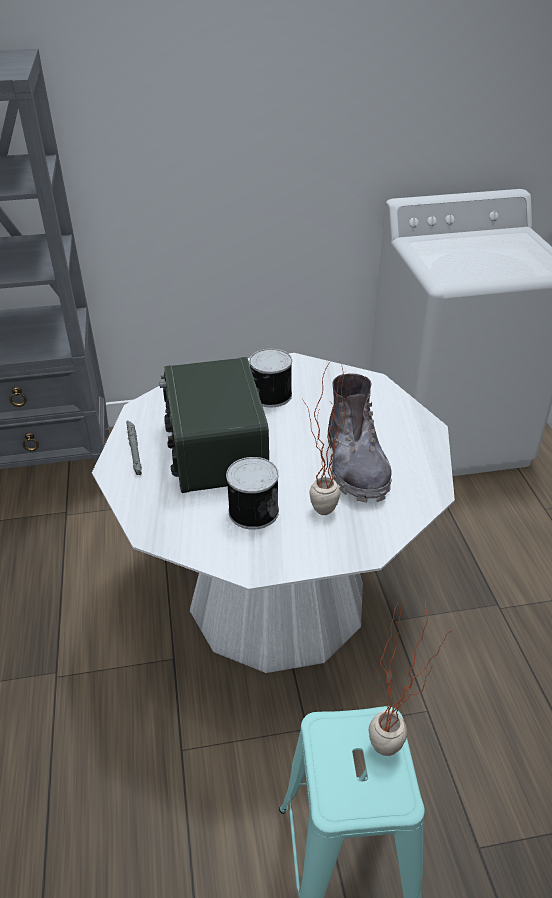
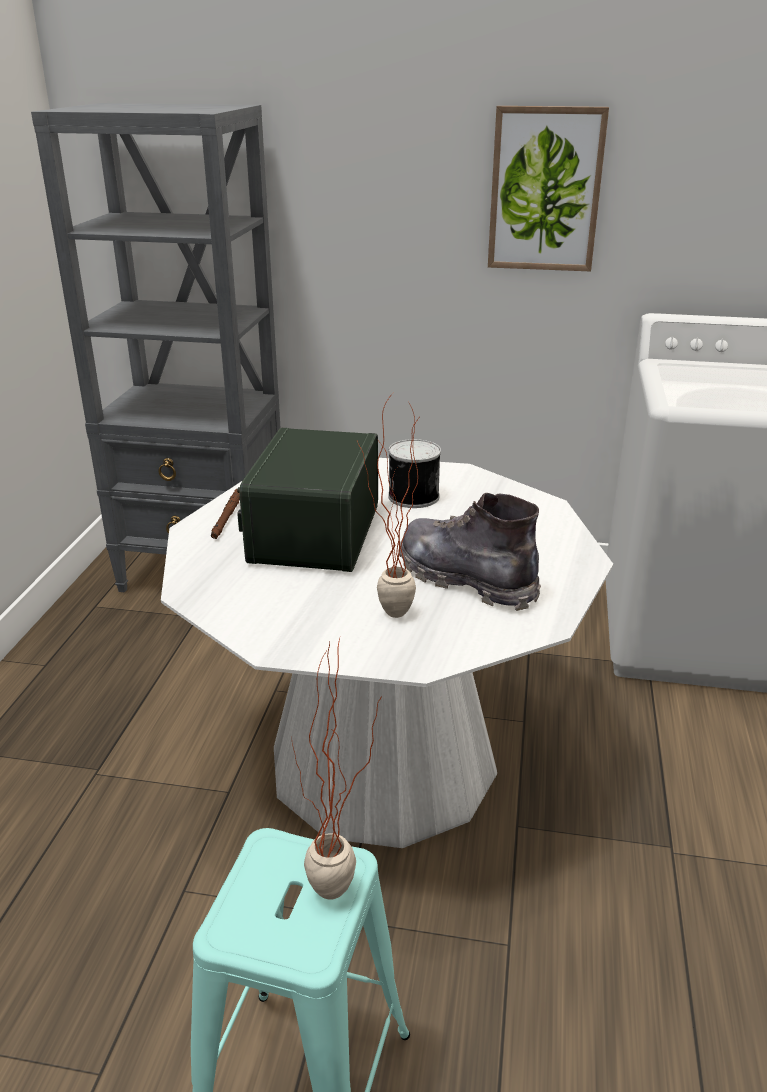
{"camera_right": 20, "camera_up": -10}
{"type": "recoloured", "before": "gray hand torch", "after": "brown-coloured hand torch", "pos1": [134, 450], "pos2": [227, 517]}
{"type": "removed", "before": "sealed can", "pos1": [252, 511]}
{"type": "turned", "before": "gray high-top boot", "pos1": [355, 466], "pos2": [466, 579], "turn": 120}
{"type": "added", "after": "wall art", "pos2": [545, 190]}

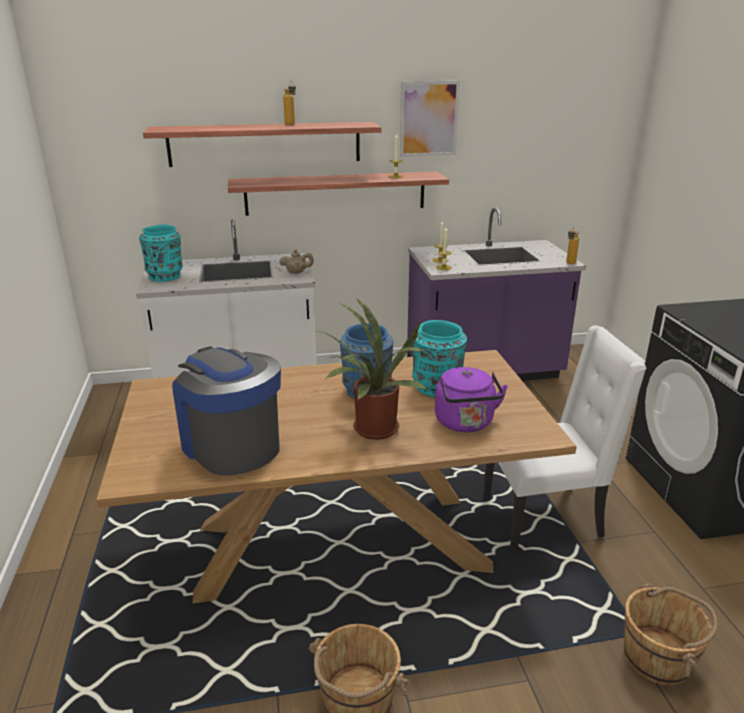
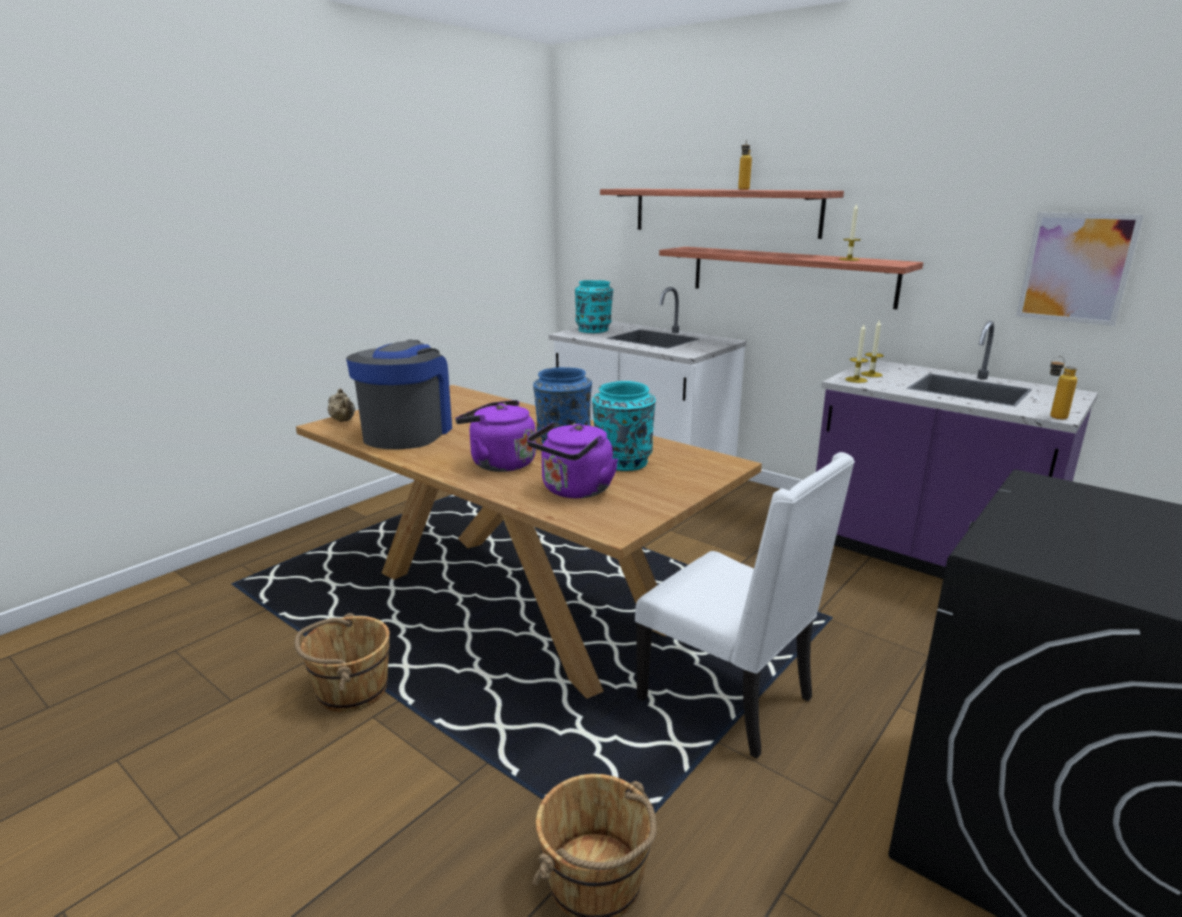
{"camera_right": 50, "camera_up": -5}
{"type": "moved", "before": "sand-coloured pot for tea", "pos1": [297, 272], "pos2": [343, 421]}
{"type": "replaced", "before": "houseplant", "after": "purplish water kettle", "pos1": [372, 431], "pos2": [499, 463]}
{"type": "moved", "before": "wall art", "pos1": [429, 119], "pos2": [1076, 268]}

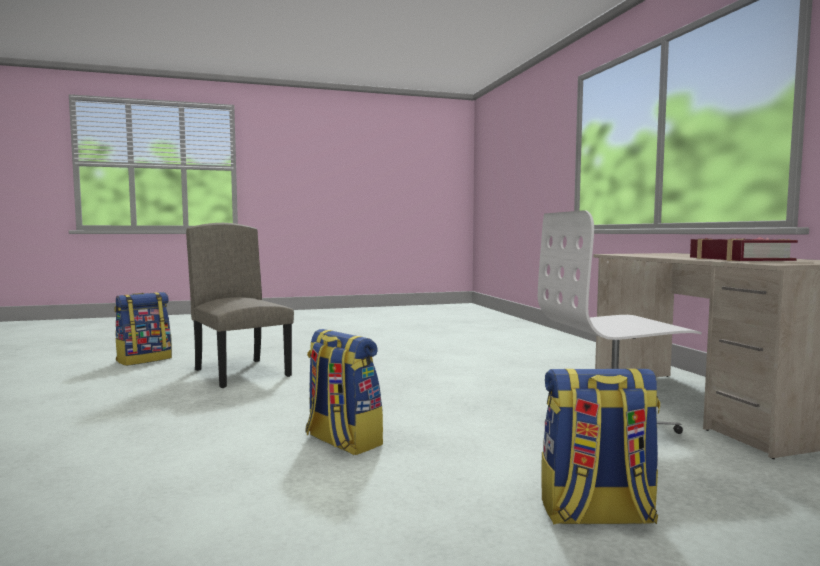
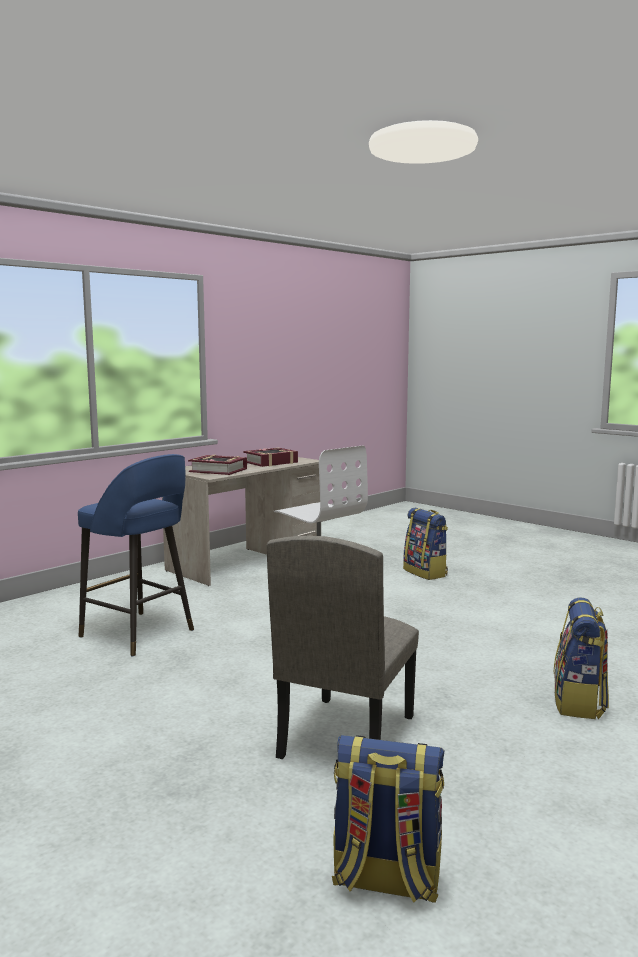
{"camera_right": -120, "camera_up": 5}
{"type": "moved", "before": "knapsack", "pos1": [342, 441], "pos2": [579, 702]}
{"type": "added", "after": "blue stool", "pos2": [139, 634]}
{"type": "added", "after": "volume", "pos2": [218, 470]}

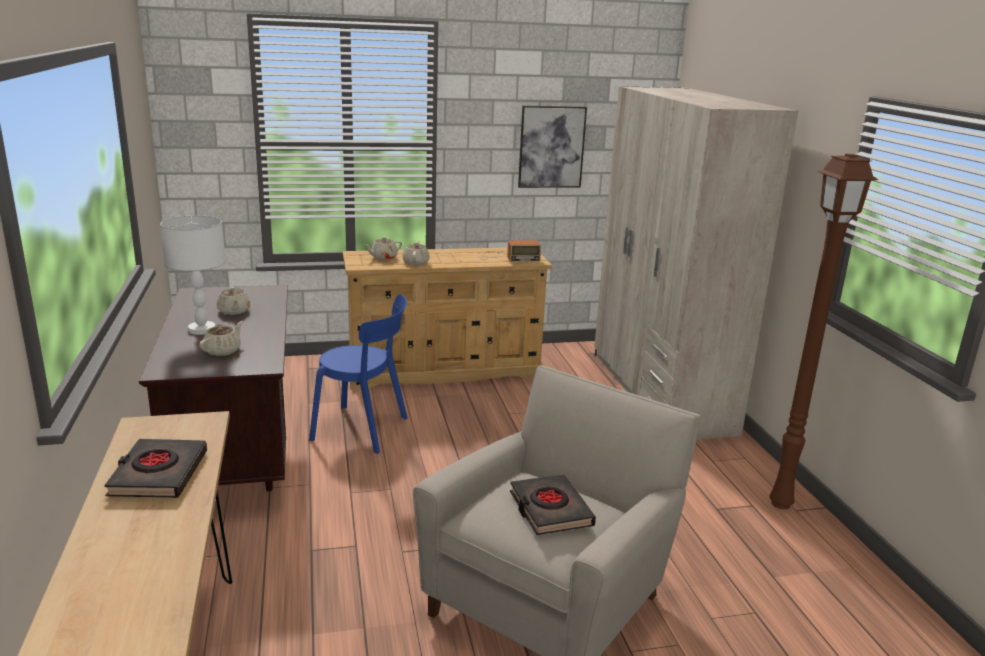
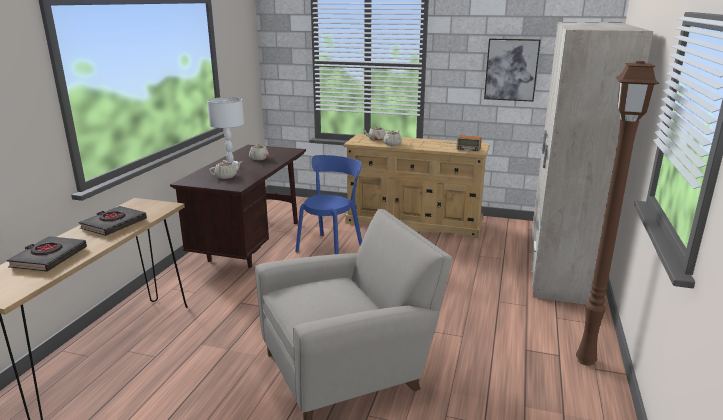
{"camera_right": 30, "camera_up": 0}
{"type": "turned", "before": "blue chair", "pos1": [364, 430], "pos2": [331, 247], "turn": -105}
{"type": "moved", "before": "black volume", "pos1": [550, 509], "pos2": [49, 258]}

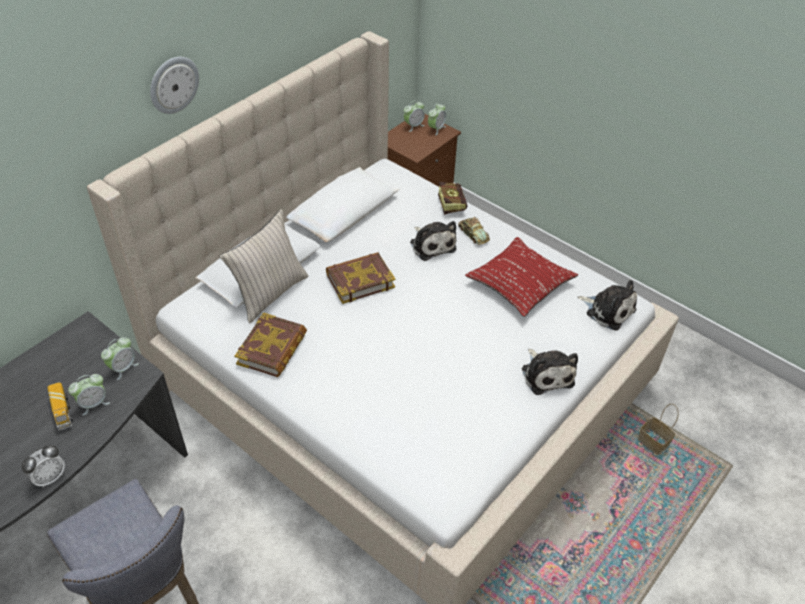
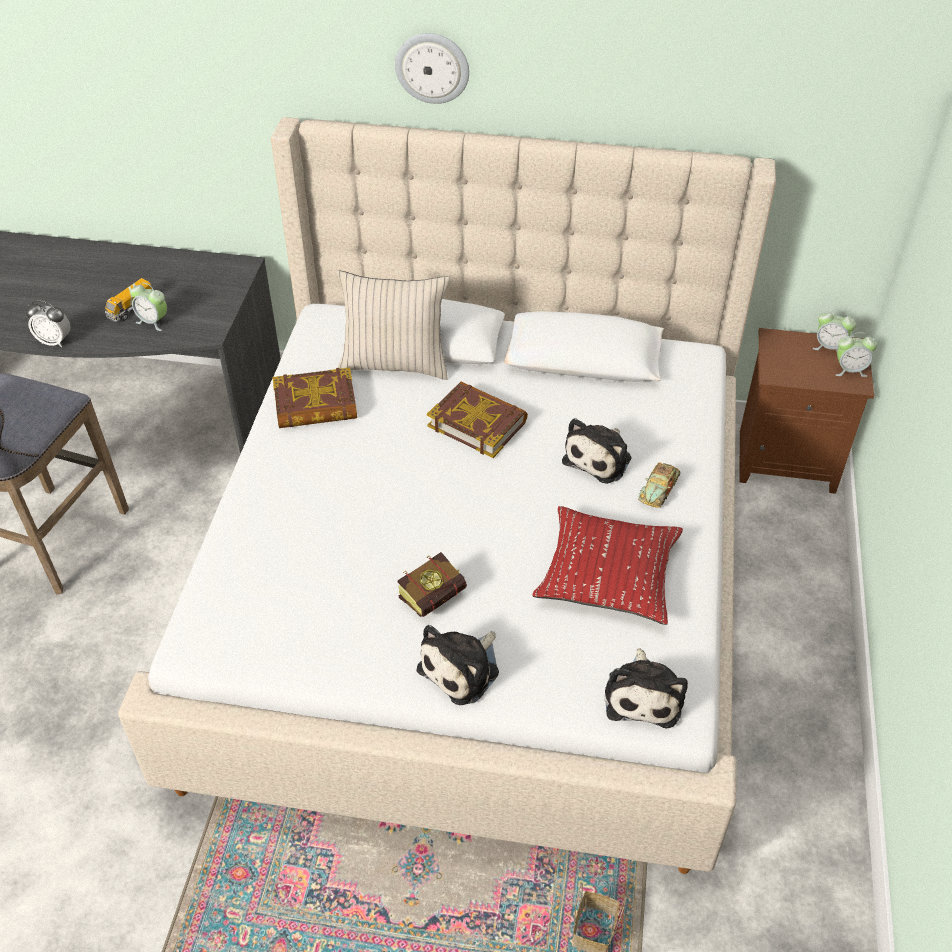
{"camera_right": 60, "camera_up": 0}
{"type": "removed", "before": "bedside clock", "pos1": [123, 368]}
{"type": "moved", "before": "volume", "pos1": [450, 203], "pos2": [438, 594]}

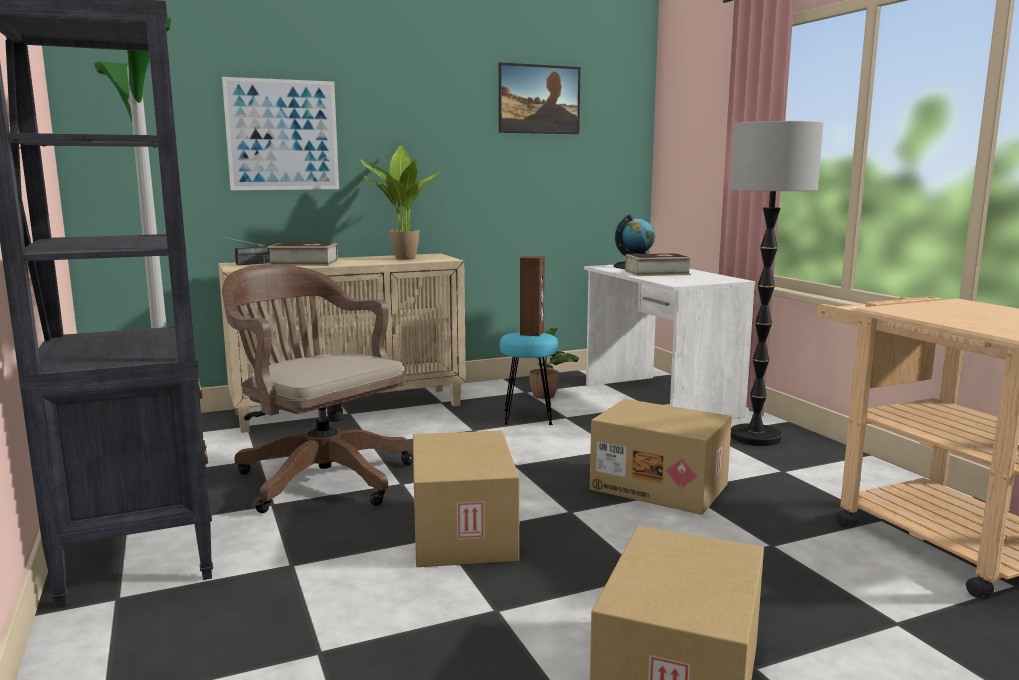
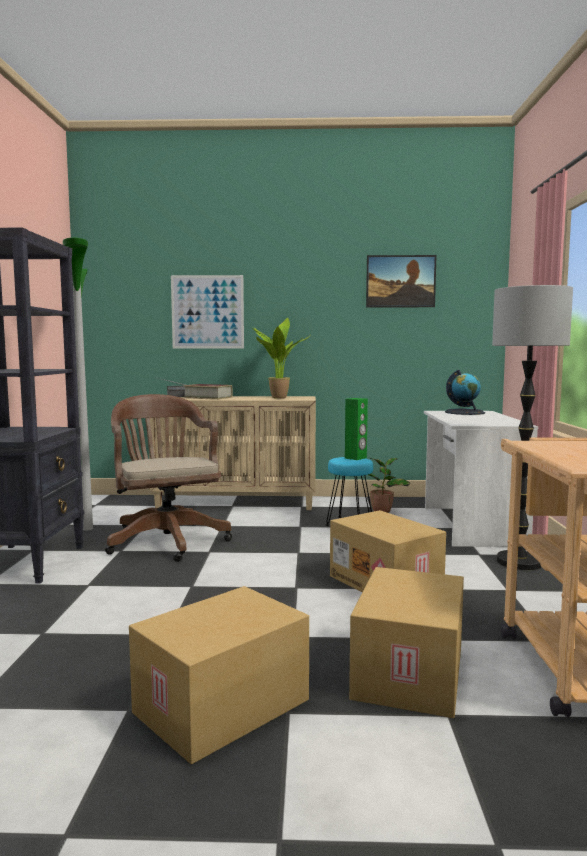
{"camera_right": 25, "camera_up": -5}
{"type": "moved", "before": "cardboard box", "pos1": [465, 532], "pos2": [411, 673]}
{"type": "recoloured", "before": "brown-coloured loudspeaker", "after": "green loudspeaker", "pos1": [532, 333], "pos2": [356, 458]}
{"type": "removed", "before": "volume", "pos1": [657, 273]}

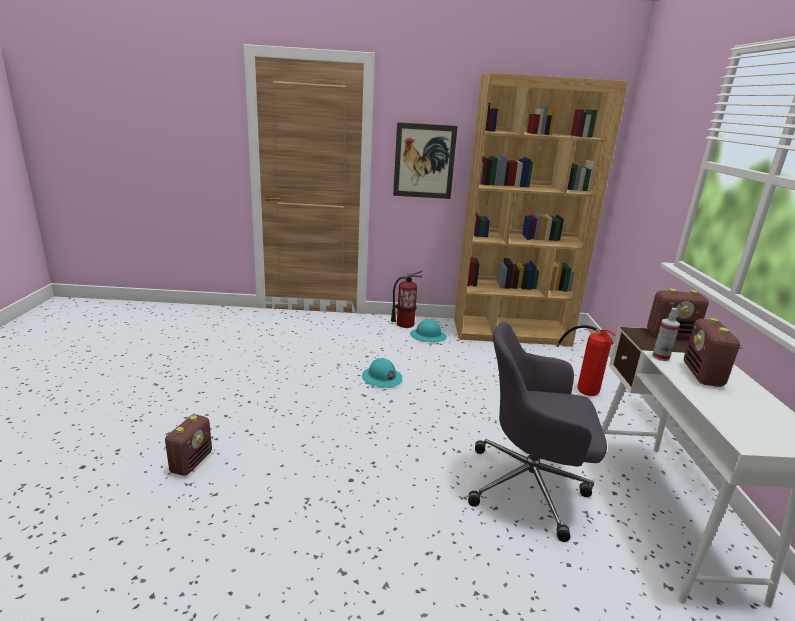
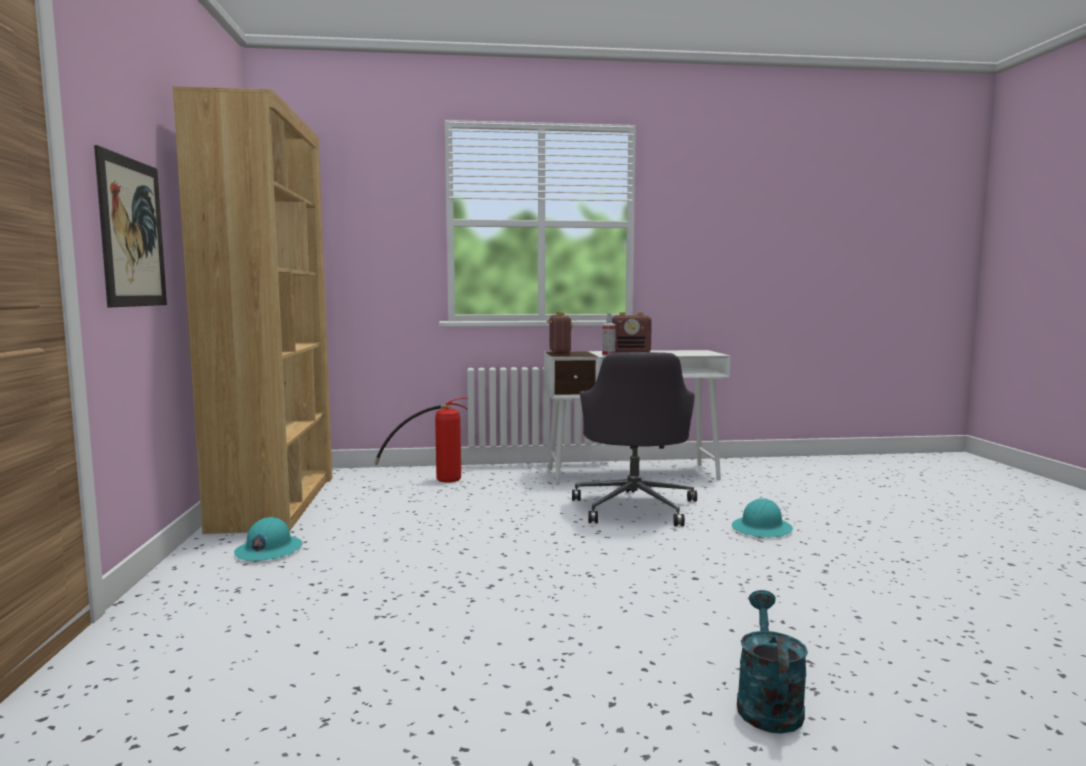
{"camera_right": -95, "camera_up": -15}
{"type": "replaced", "before": "radio receiver", "after": "turquoise-coloured watering pot", "pos1": [191, 462], "pos2": [767, 703]}
{"type": "moved", "before": "turquoise-coloured safety helmet", "pos1": [381, 378], "pos2": [762, 529]}
{"type": "removed", "before": "fire extinguisher", "pos1": [405, 324]}

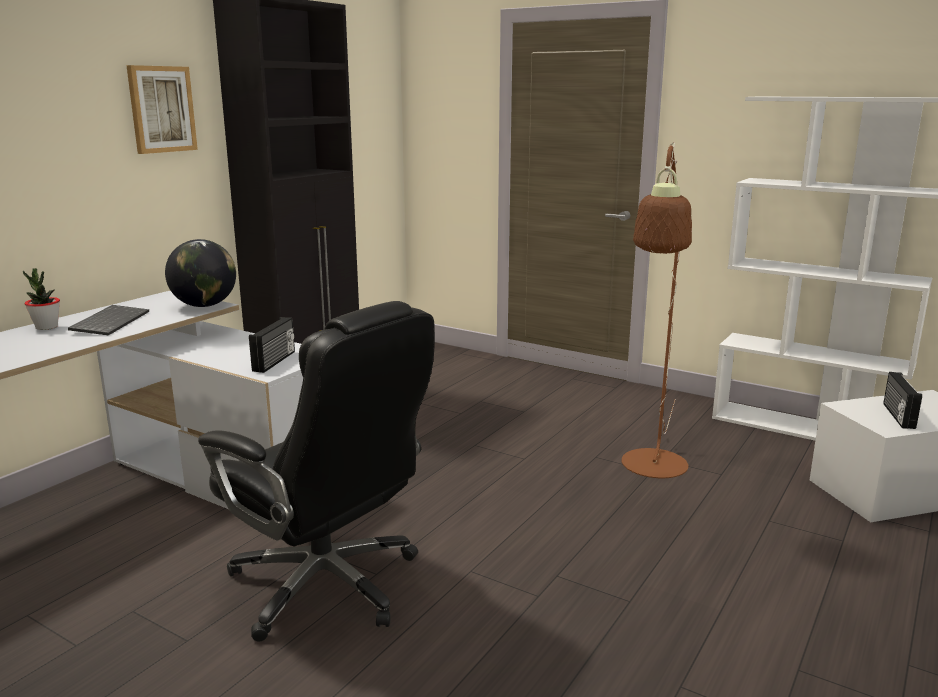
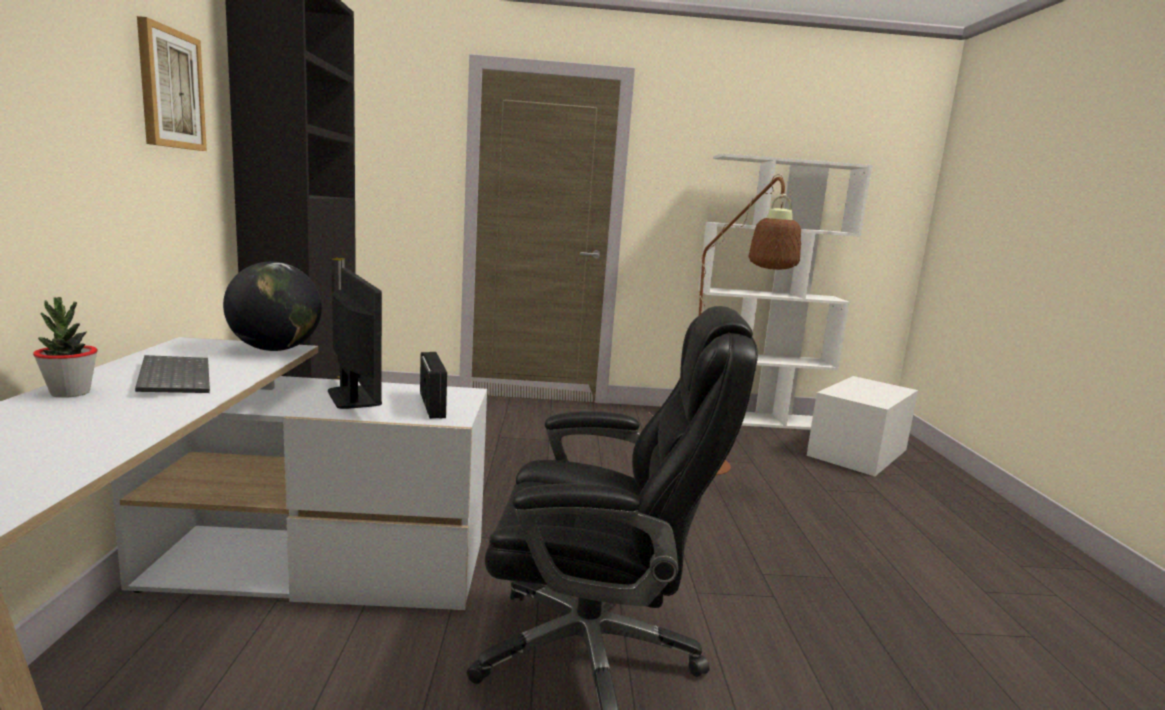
{"camera_right": -35, "camera_up": -5}
{"type": "removed", "before": "radio receiver", "pos1": [897, 416]}
{"type": "added", "after": "computer display", "pos2": [353, 397]}

